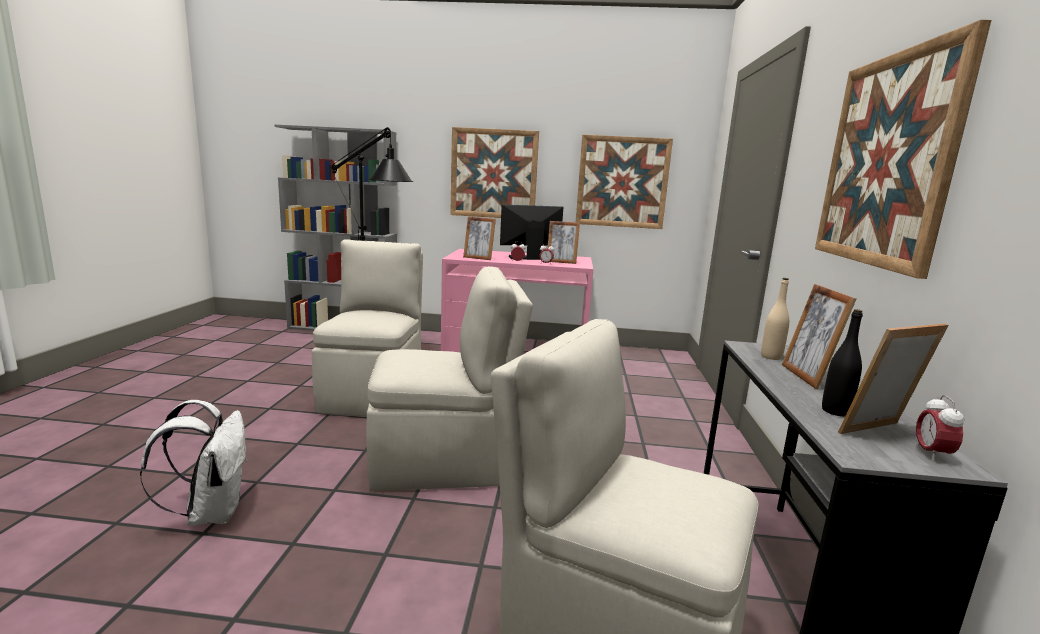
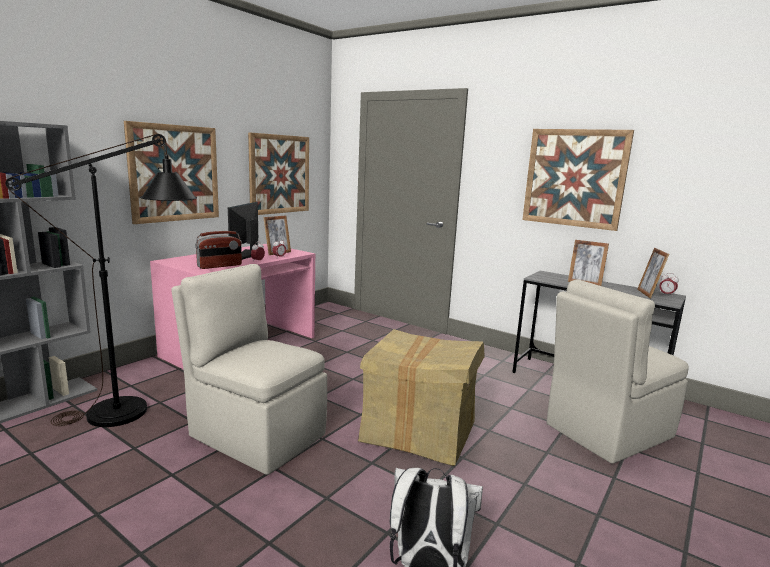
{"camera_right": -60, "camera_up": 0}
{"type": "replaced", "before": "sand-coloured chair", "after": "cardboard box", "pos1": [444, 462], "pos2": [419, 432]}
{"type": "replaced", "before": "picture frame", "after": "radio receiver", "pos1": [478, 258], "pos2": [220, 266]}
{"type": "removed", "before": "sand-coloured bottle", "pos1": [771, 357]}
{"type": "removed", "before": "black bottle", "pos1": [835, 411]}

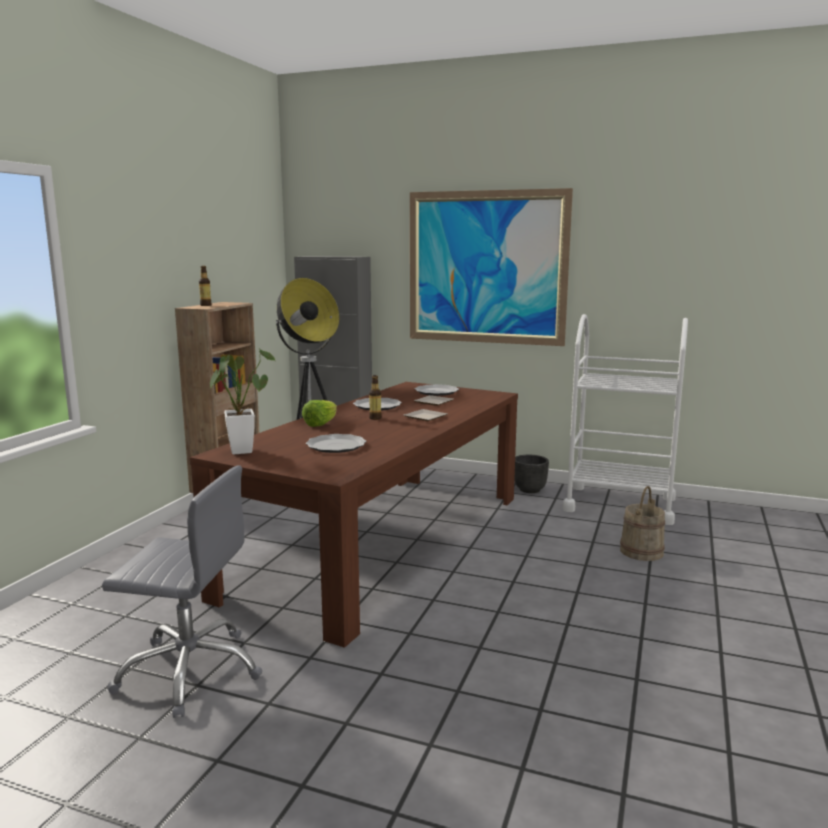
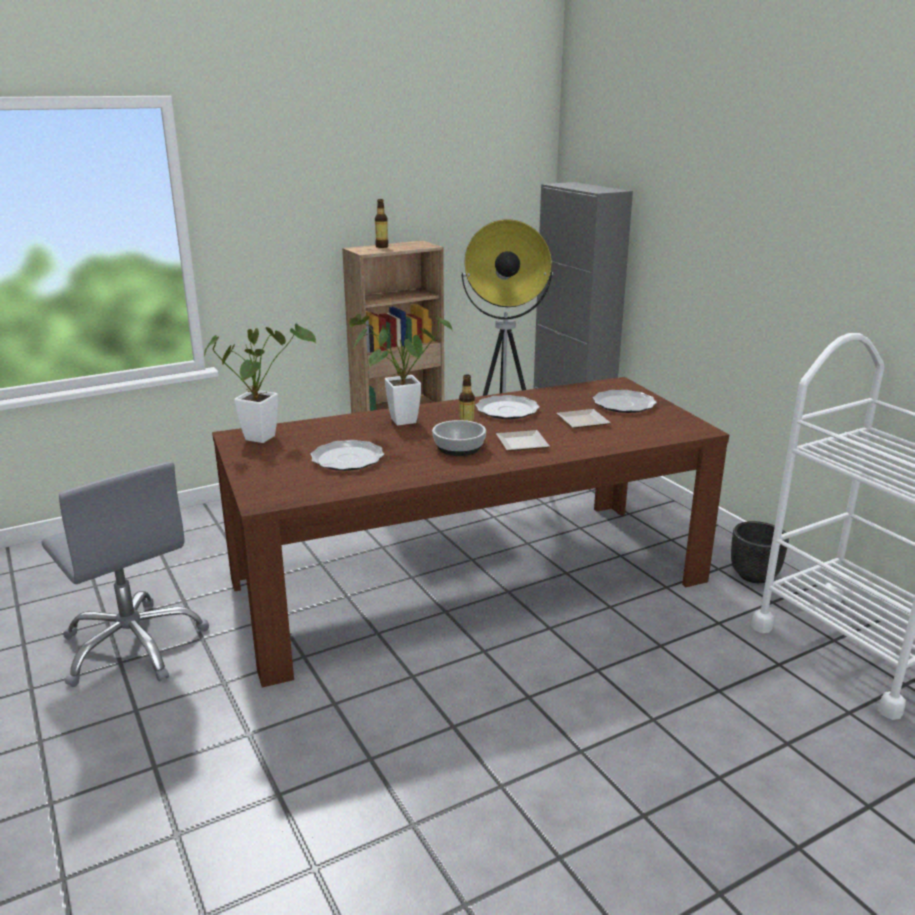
{"camera_right": 40, "camera_up": 10}
{"type": "replaced", "before": "lettuce head", "after": "houseplant", "pos1": [320, 424], "pos2": [397, 422]}
{"type": "removed", "before": "wall art", "pos1": [486, 268]}
{"type": "removed", "before": "sand-coloured water bucket", "pos1": [641, 551]}
{"type": "added", "after": "bowl", "pos2": [458, 447]}

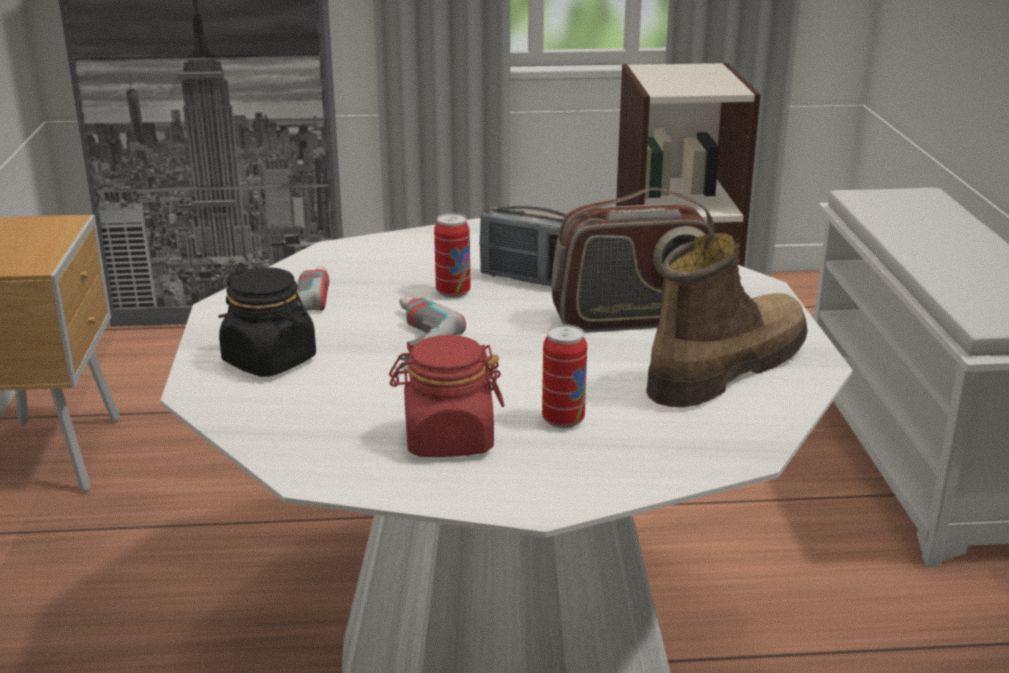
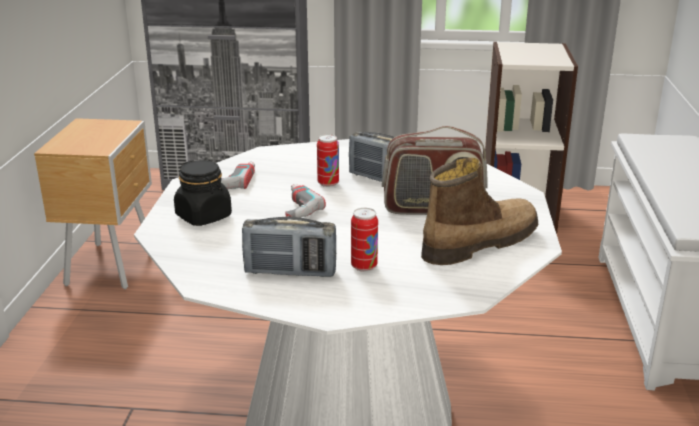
{"camera_right": 10, "camera_up": 0}
{"type": "replaced", "before": "red-coloured jar", "after": "radio receiver", "pos1": [448, 439], "pos2": [290, 272]}

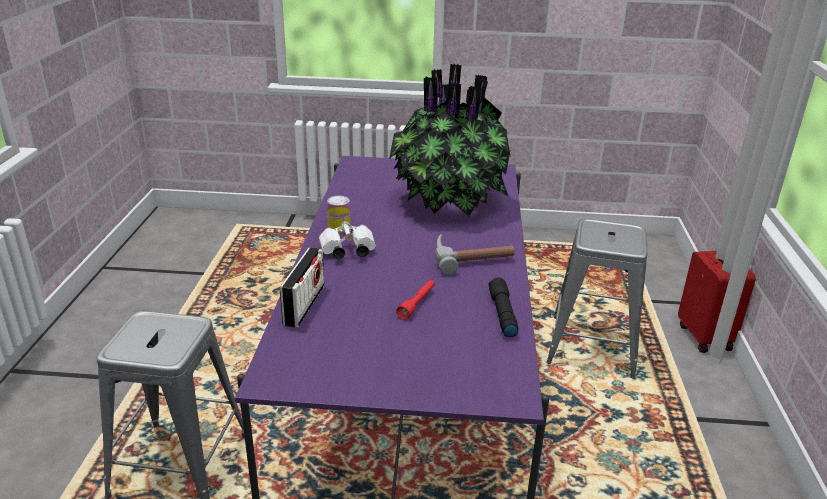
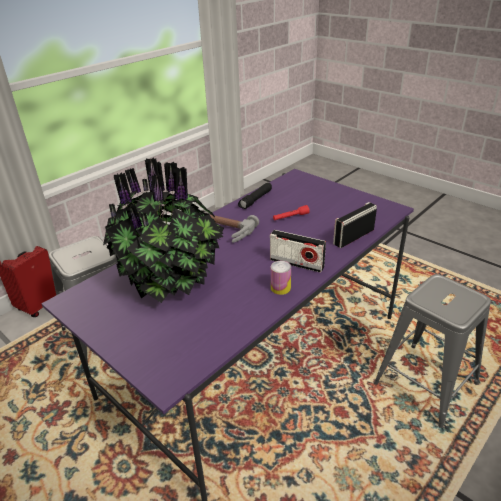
{"camera_right": -140, "camera_up": 5}
{"type": "replaced", "before": "whitish pair of binoculars", "after": "radio receiver", "pos1": [346, 251], "pos2": [296, 263]}

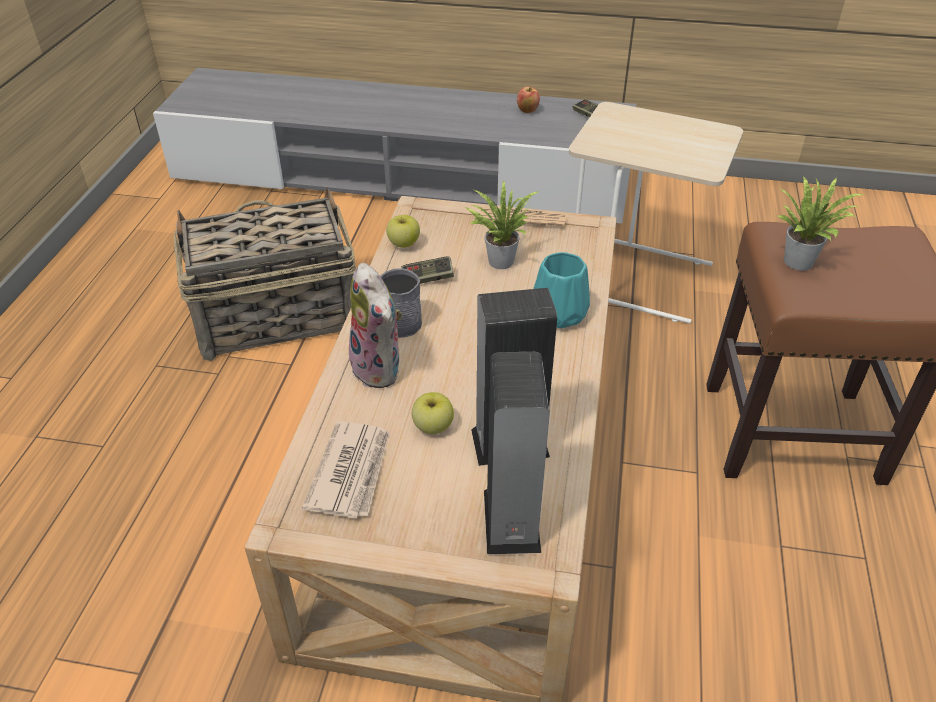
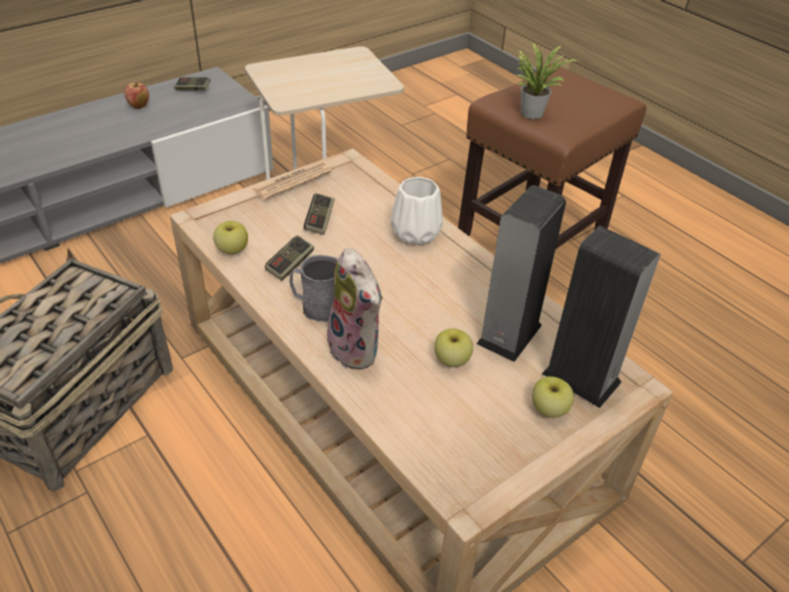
{"camera_right": -50, "camera_up": 0}
{"type": "removed", "before": "printed paper", "pos1": [352, 472]}
{"type": "turned", "before": "plush toy", "pos1": [380, 368], "pos2": [358, 349], "turn": 45}
{"type": "replaced", "before": "houseplant", "after": "gamepad", "pos1": [499, 260], "pos2": [320, 220]}
{"type": "recoloured", "before": "turquoise-coloured flower vase", "after": "whitish flower vase", "pos1": [560, 314], "pos2": [416, 232]}
{"type": "added", "after": "whole apple", "pos2": [549, 409]}

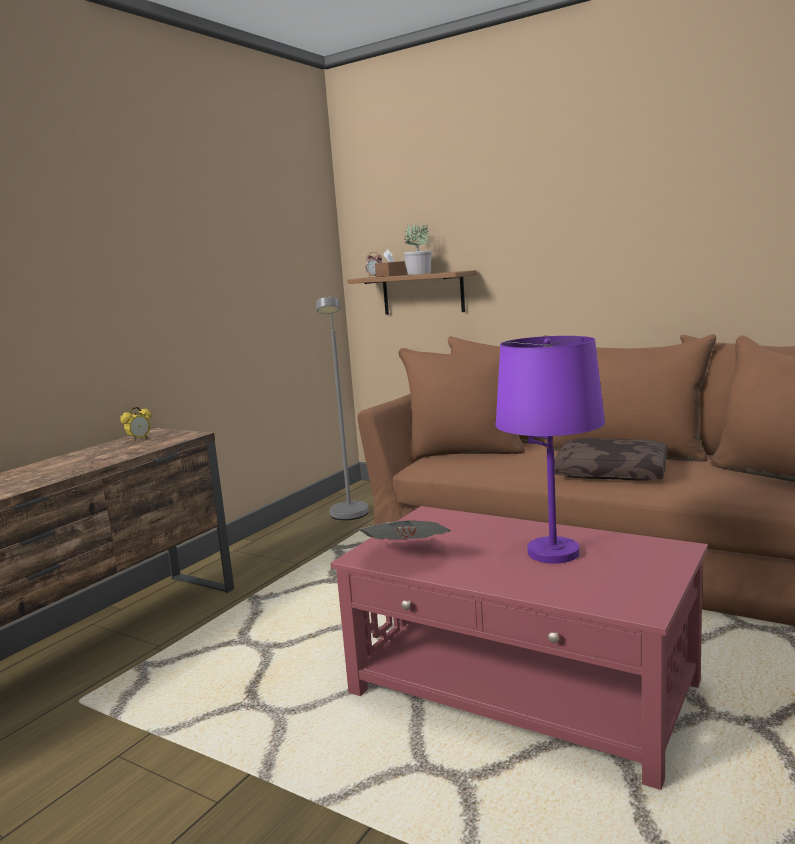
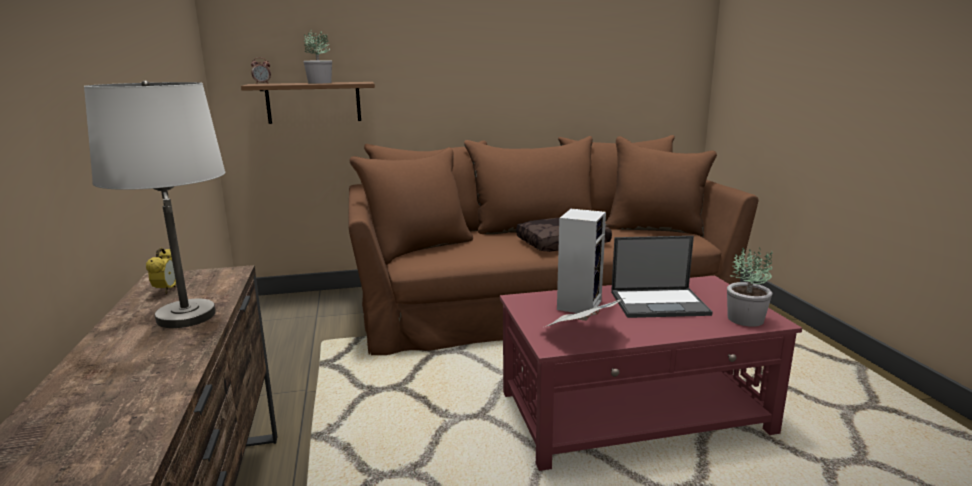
{"camera_right": -45, "camera_up": 5}
{"type": "removed", "before": "gray floor lamp", "pos1": [349, 517]}
{"type": "removed", "before": "brown-coloured box of tissues", "pos1": [390, 275]}
{"type": "replaced", "before": "purplish tabletop lamp", "after": "portable computer", "pos1": [554, 553], "pos2": [660, 303]}
{"type": "added", "after": "whitish tabletop lamp", "pos2": [185, 316]}
{"type": "added", "after": "loudspeaker", "pos2": [579, 304]}
{"type": "added", "after": "houseplant", "pos2": [746, 319]}

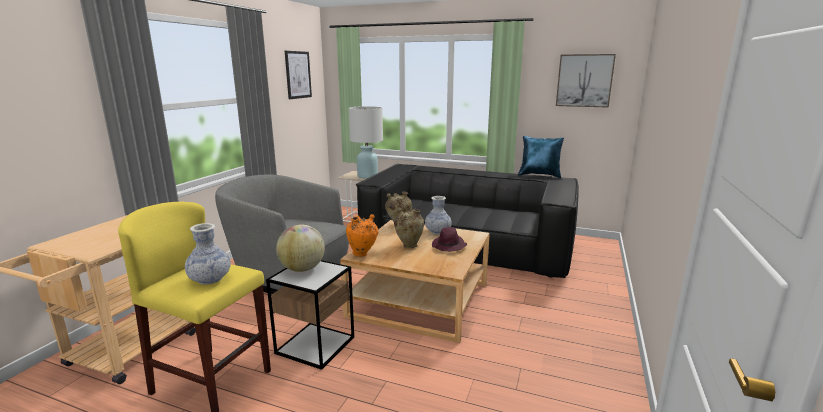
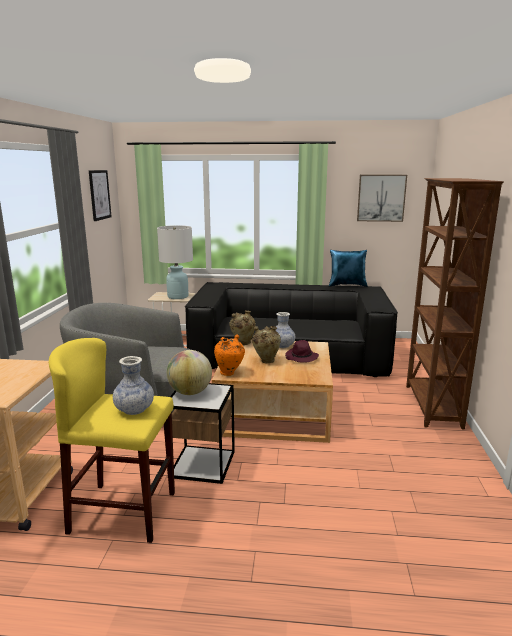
{"camera_right": -15, "camera_up": 0}
{"type": "added", "after": "brown-coloured bookcase", "pos2": [432, 406]}

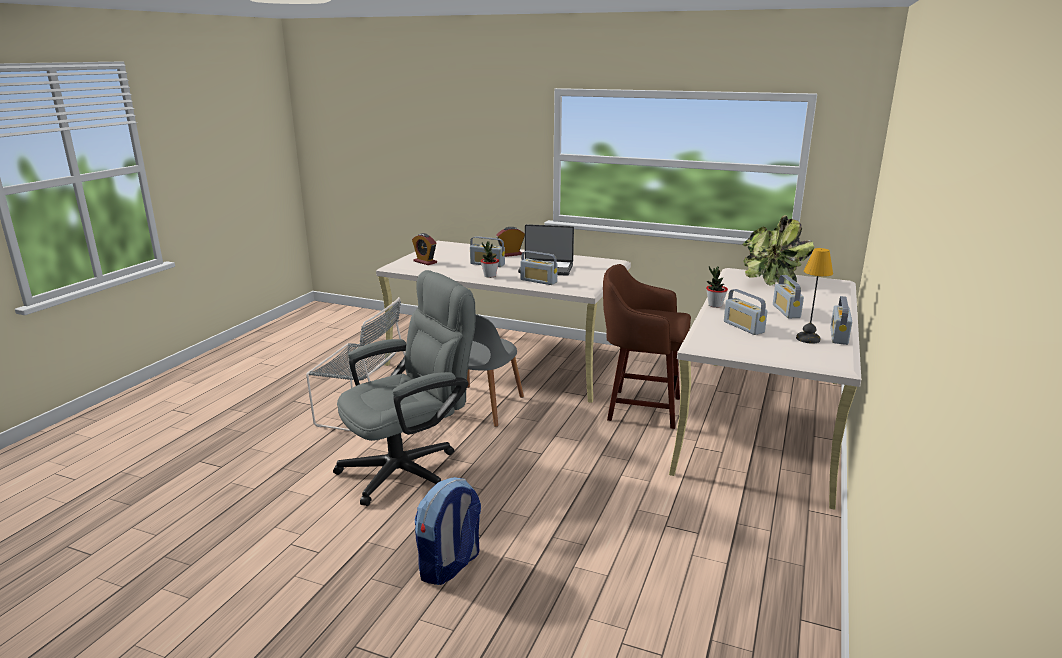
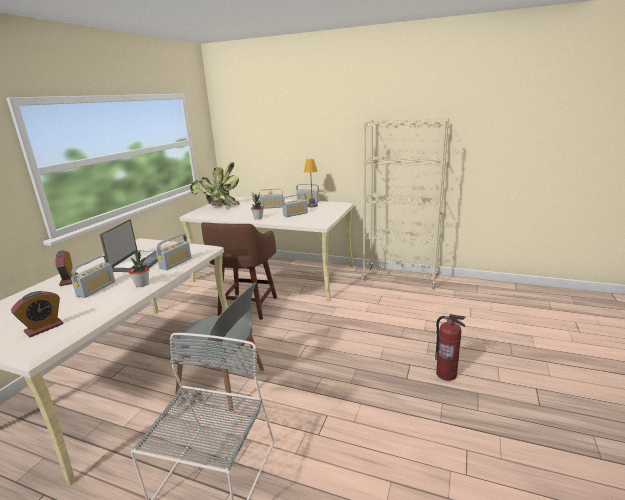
{"camera_right": -90, "camera_up": 0}
{"type": "removed", "before": "gray office chair", "pos1": [410, 468]}
{"type": "replaced", "before": "knapsack", "after": "fire extinguisher", "pos1": [450, 566], "pos2": [446, 374]}
{"type": "added", "after": "sand-coloured bookcase", "pos2": [400, 279]}

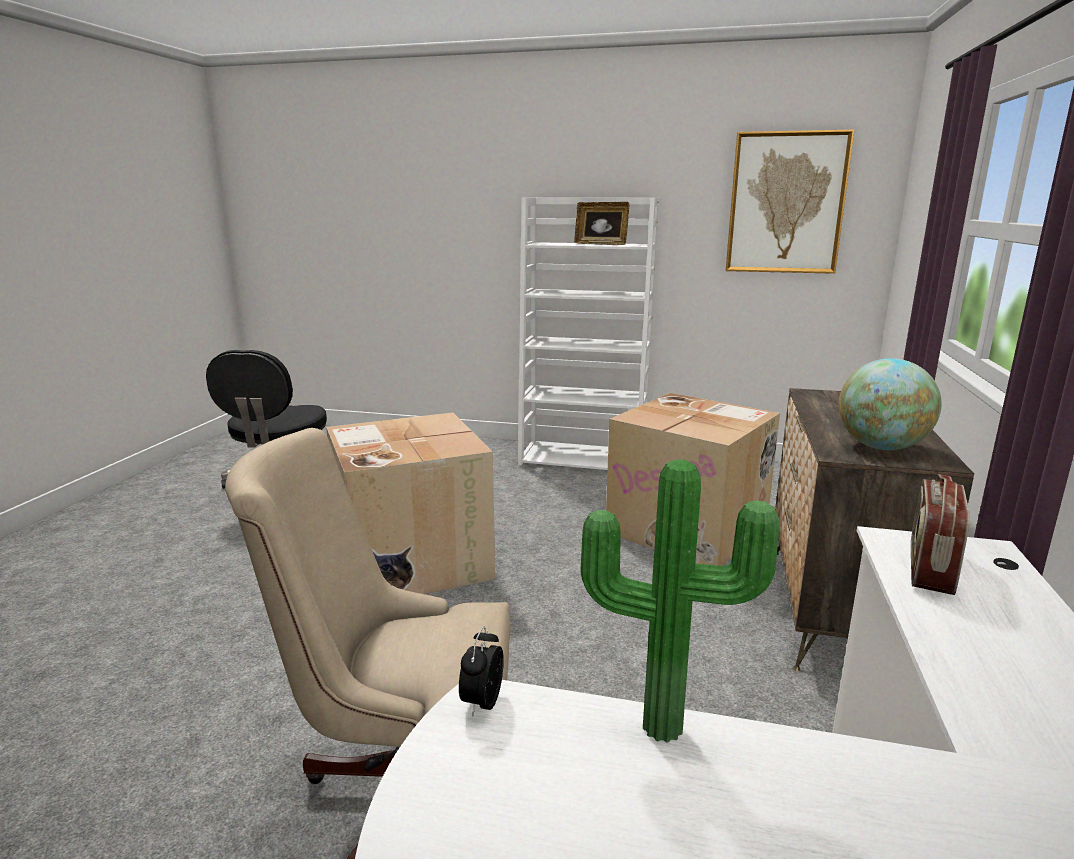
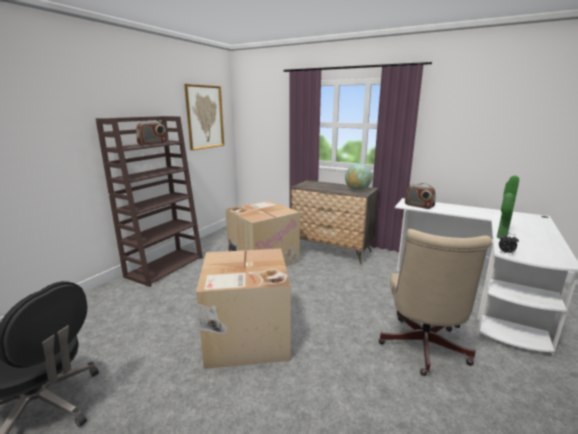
{"camera_right": -75, "camera_up": 0}
{"type": "recoloured", "before": "whitish bookcase", "after": "brown-coloured bookcase", "pos1": [584, 458], "pos2": [165, 266]}
{"type": "replaced", "before": "picture frame", "after": "radio receiver", "pos1": [601, 244], "pos2": [153, 144]}

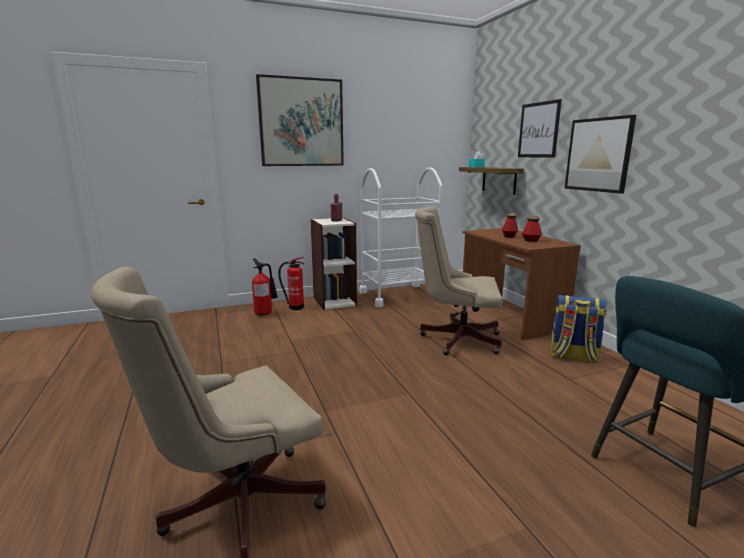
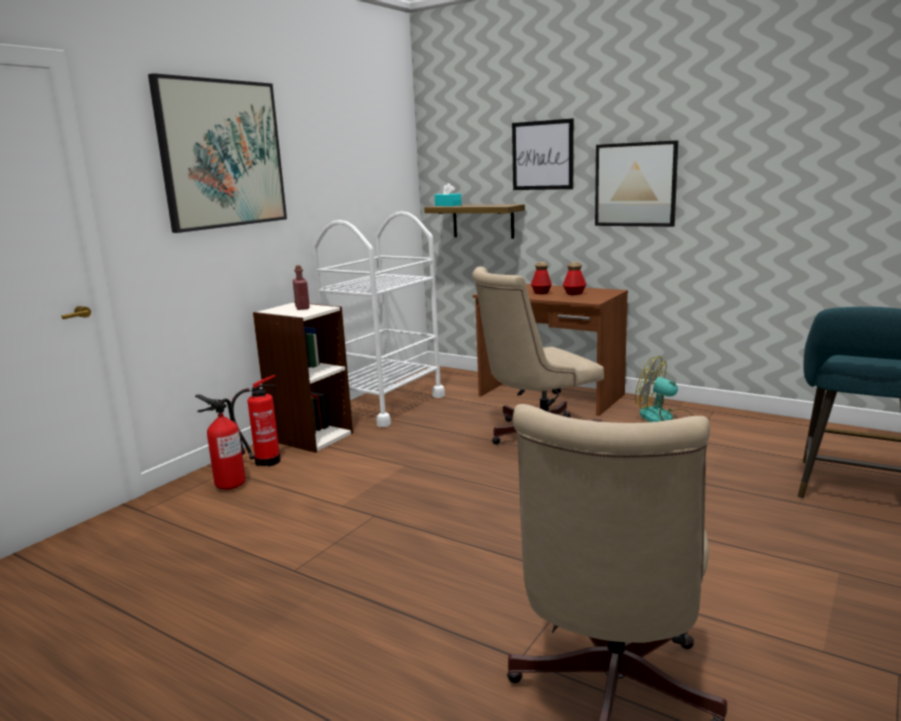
{"camera_right": -35, "camera_up": 0}
{"type": "replaced", "before": "knapsack", "after": "electric fan", "pos1": [573, 357], "pos2": [664, 418]}

